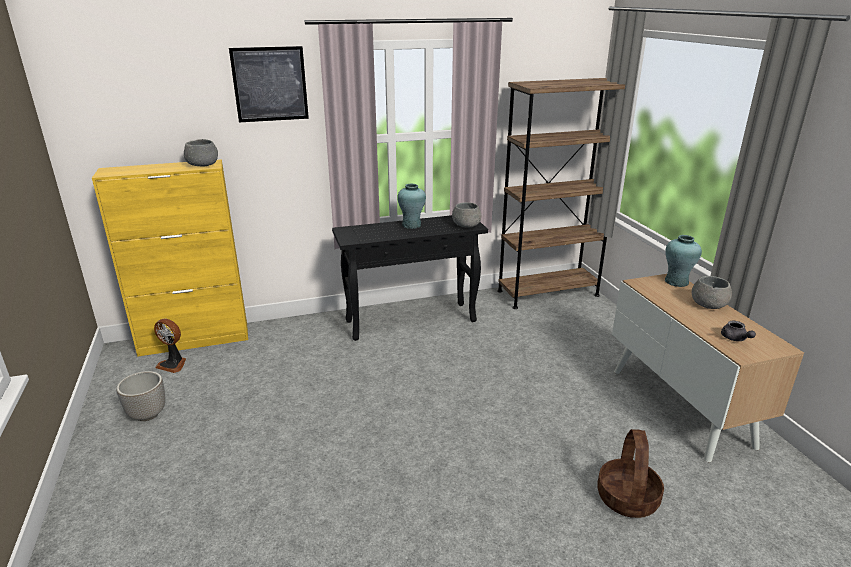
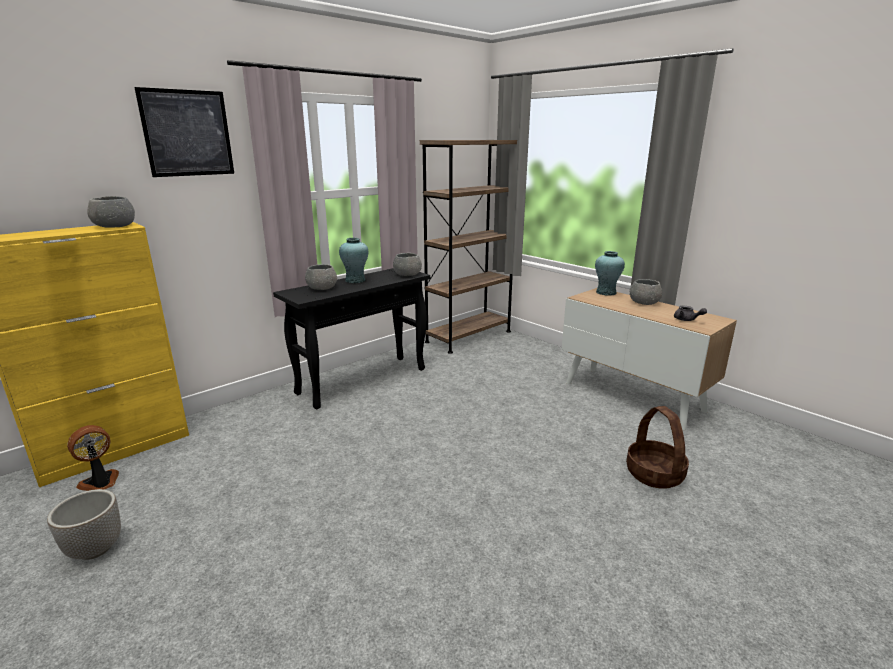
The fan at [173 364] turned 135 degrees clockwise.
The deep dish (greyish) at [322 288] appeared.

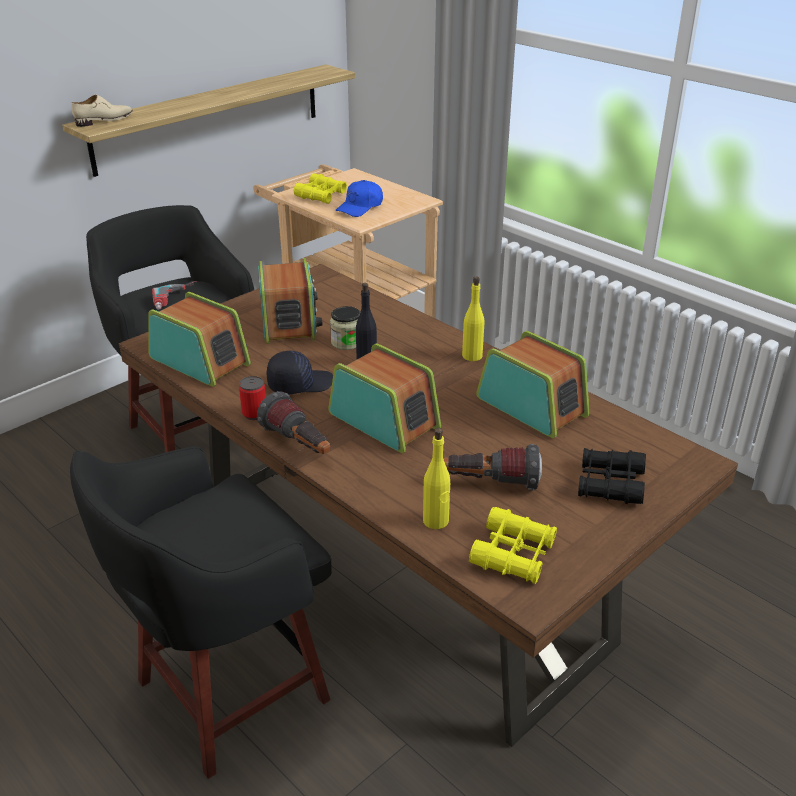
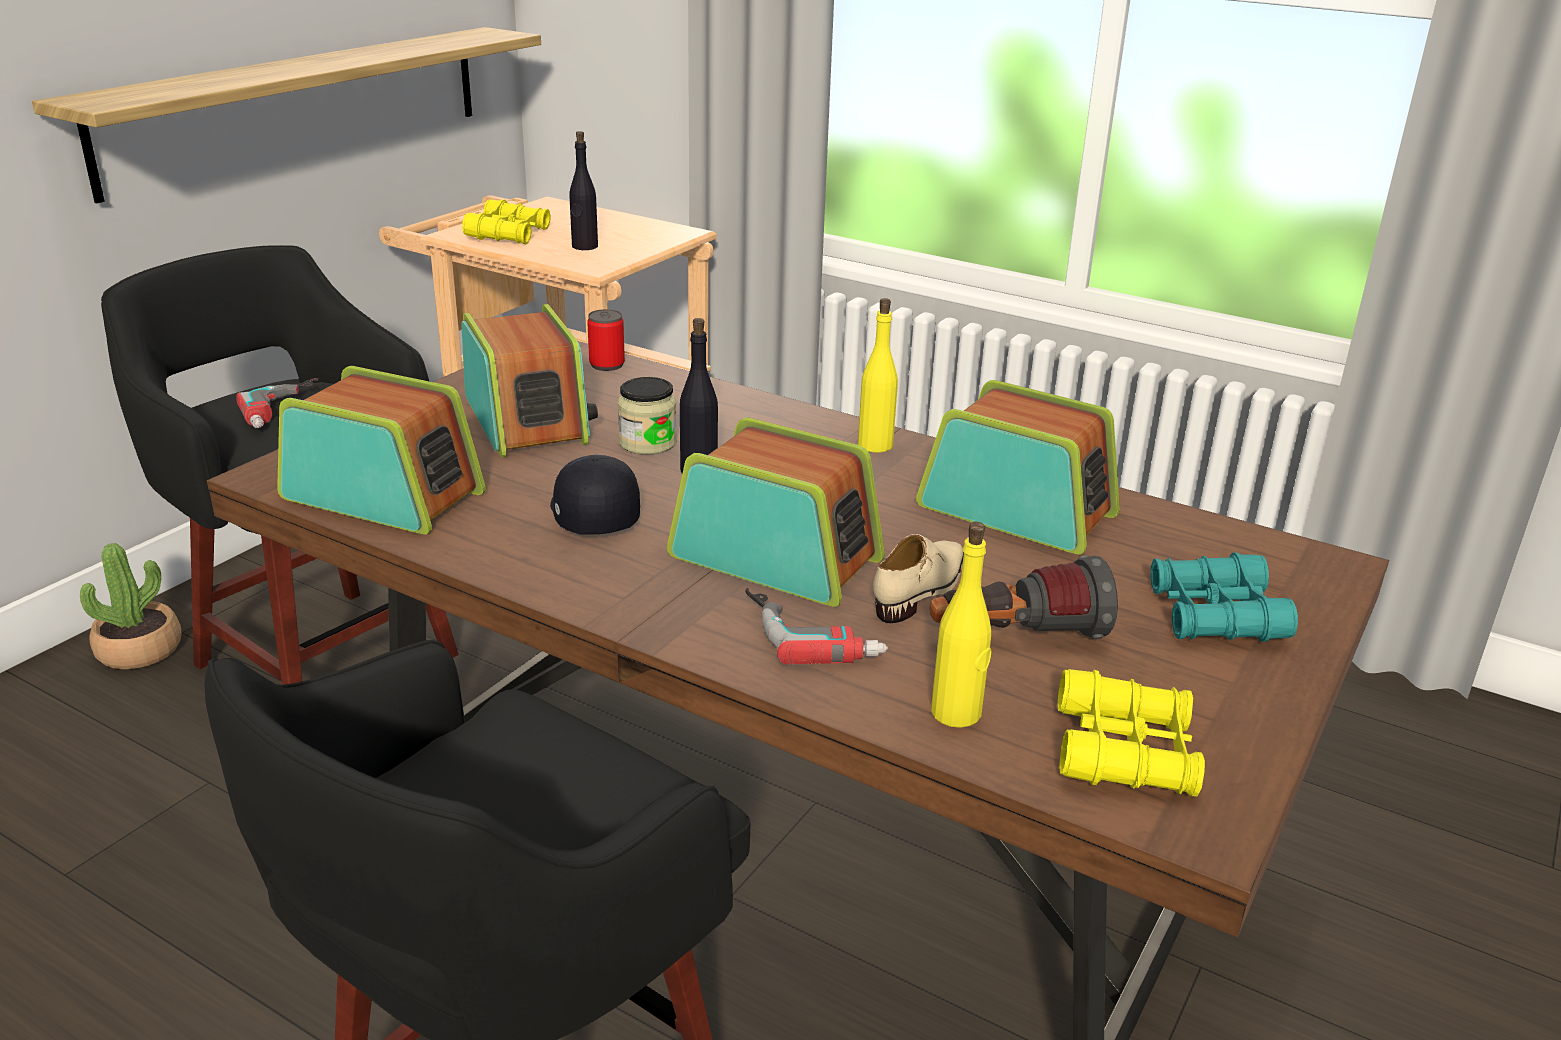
The shoe (beige) moved from [104 120] to [921 589].
The peaked cap (blue-coloured) at [360 207] was replaced by the bottle (black) at [584 246].
The peaked cap (black) at [300 383] turned 75 degrees counterclockwise.
The sealed can moved from [254 413] to [607 365].
The torch at [299 445] disappeared.
The binoculars (black) at [610 484] became the binoculars (turquoise) at [1215 614].
The houseplant at [139 650] appeared.
The power drill at [813 631] appeared.

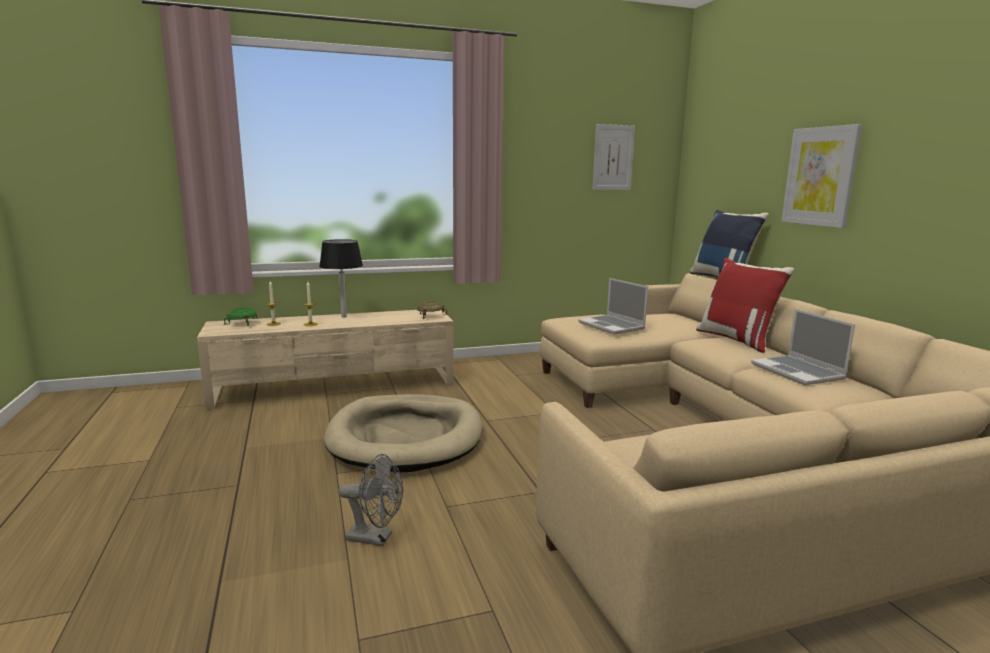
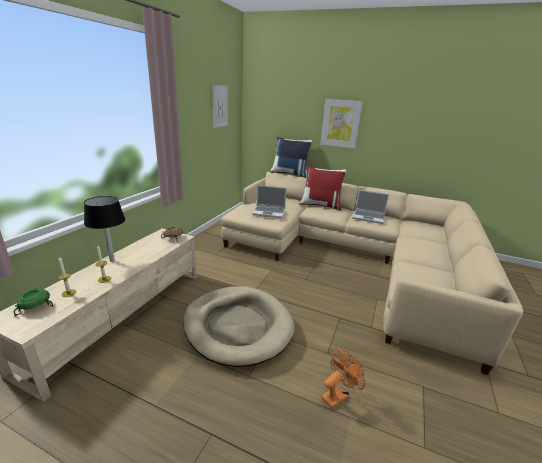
The fan (greyish) at [376 538] became the fan (orangey) at [337 395].

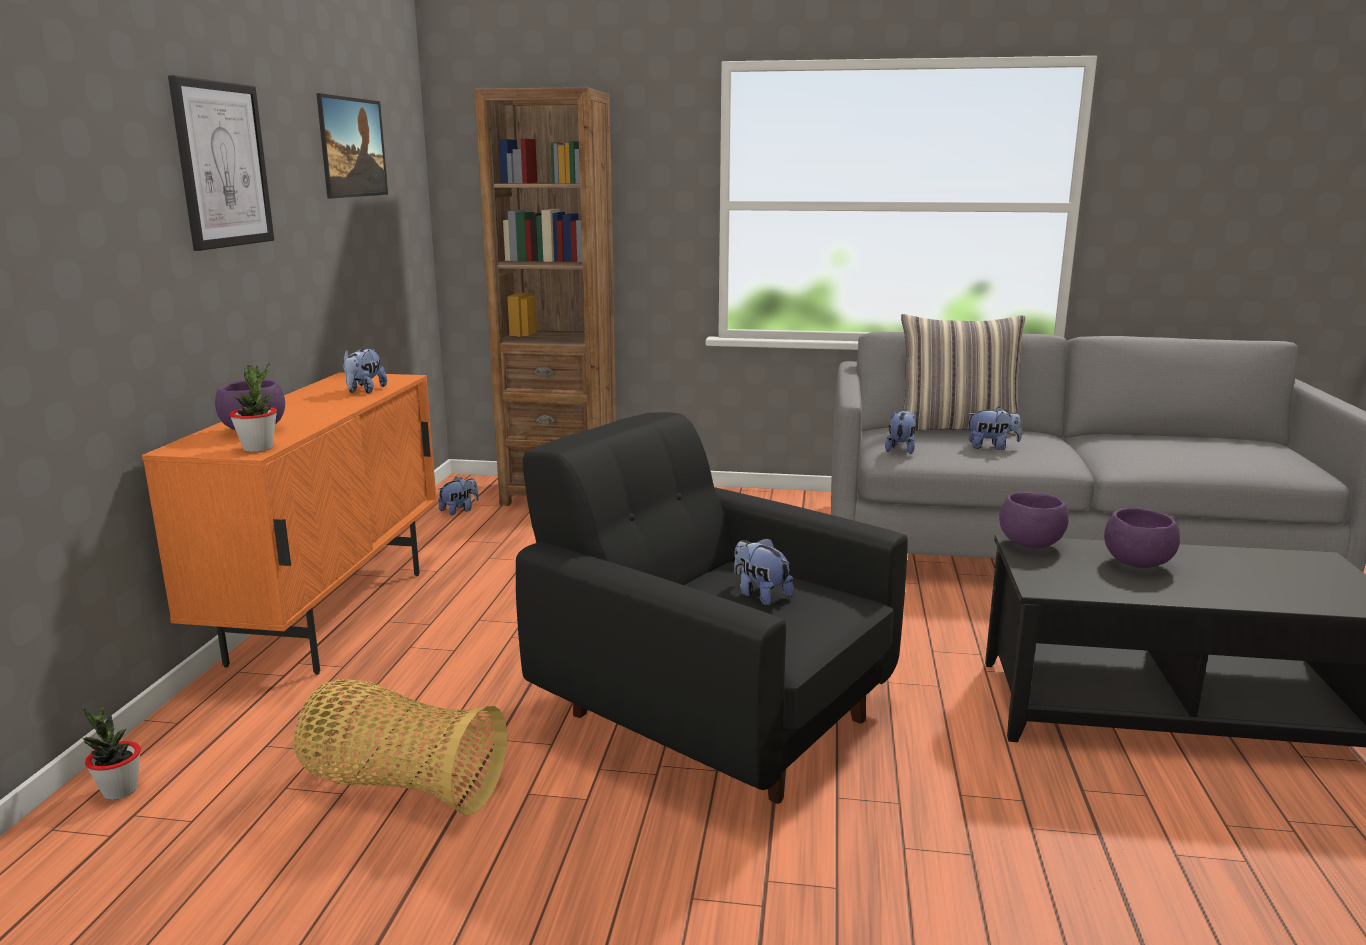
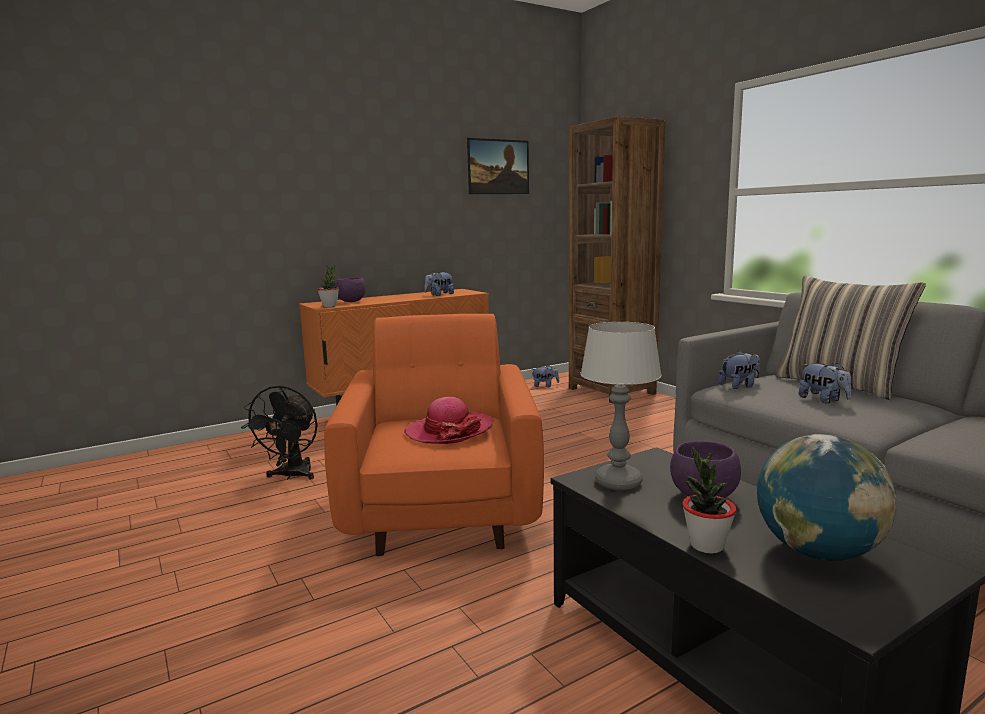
The picture at [222 165] disappeared.
The easy chair (black) at [710 713] became the easy chair (orangey) at [442 507].
The deep dish (purple-coloured) at [1031 545] disappeared.
The soft toy at [760 595] was replaced by the hat at [449 431].
The household basket at [401 785] was replaced by the fan (black) at [291 476].
The houseplant moved from [120 791] to [706 545].
The lamp for a table at [617 482] appeared.
The globe at [817 552] appeared.

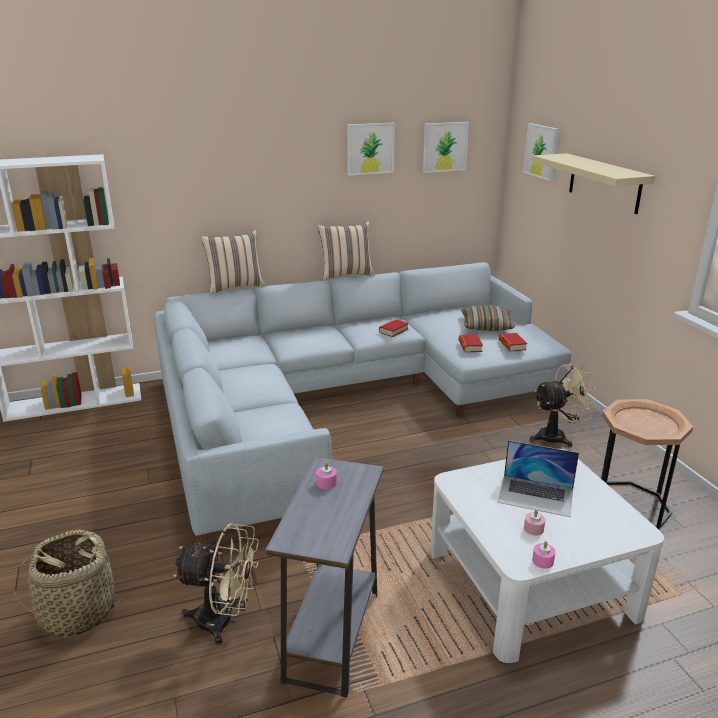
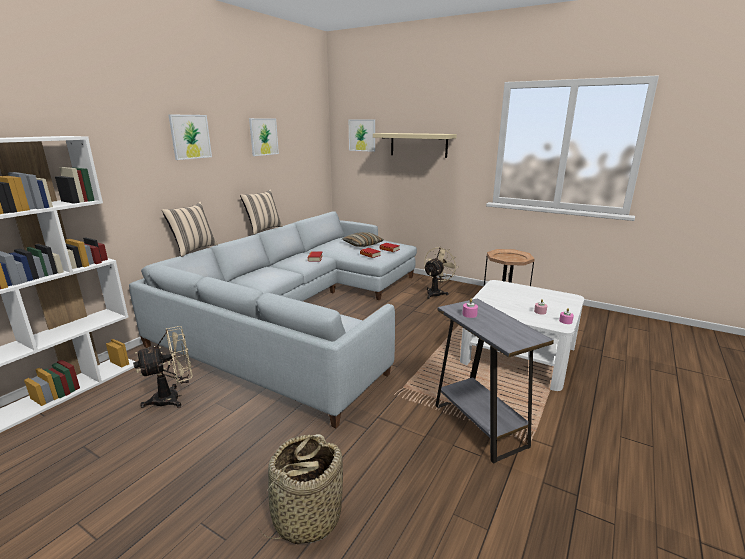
The picture moved from [444 147] to [190 136].
The portable computer at [536 495] disappeared.
The fan (beige) moved from [224 621] to [173 398].

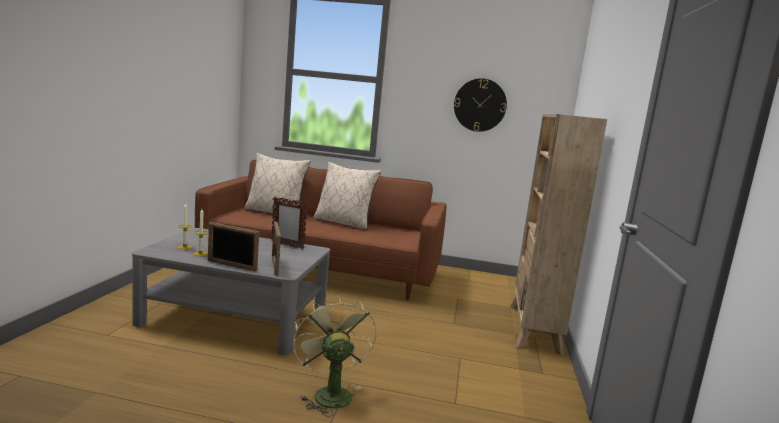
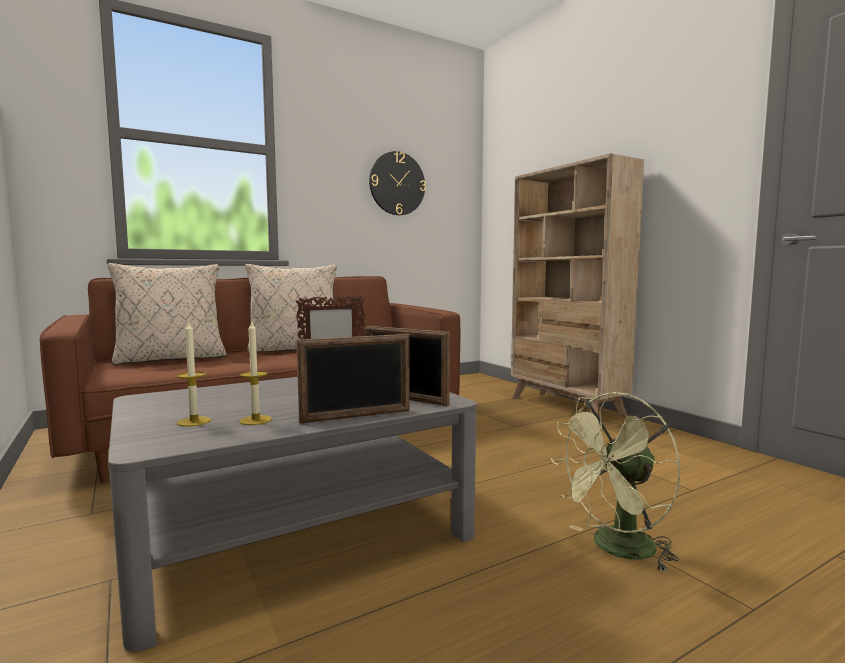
The fan (green) at [329 393] turned 60 degrees counterclockwise.

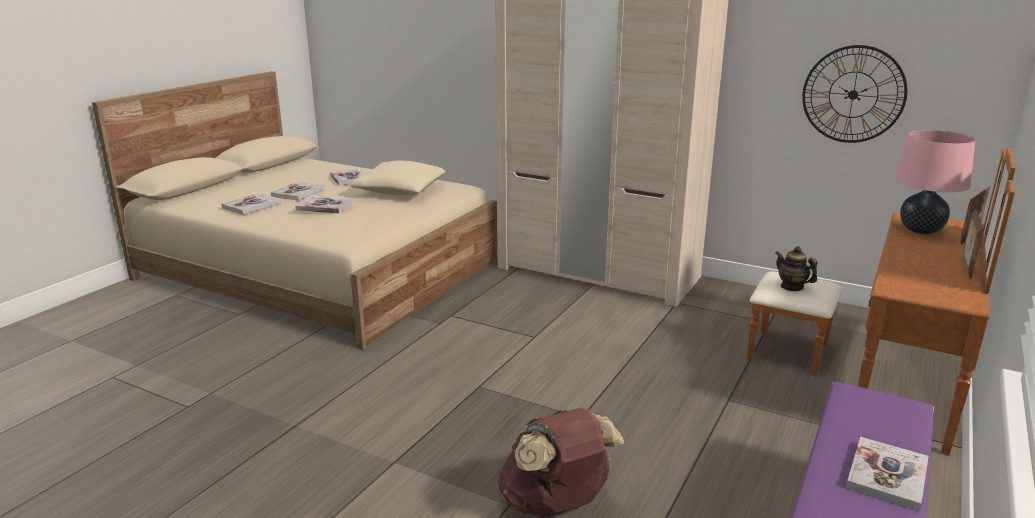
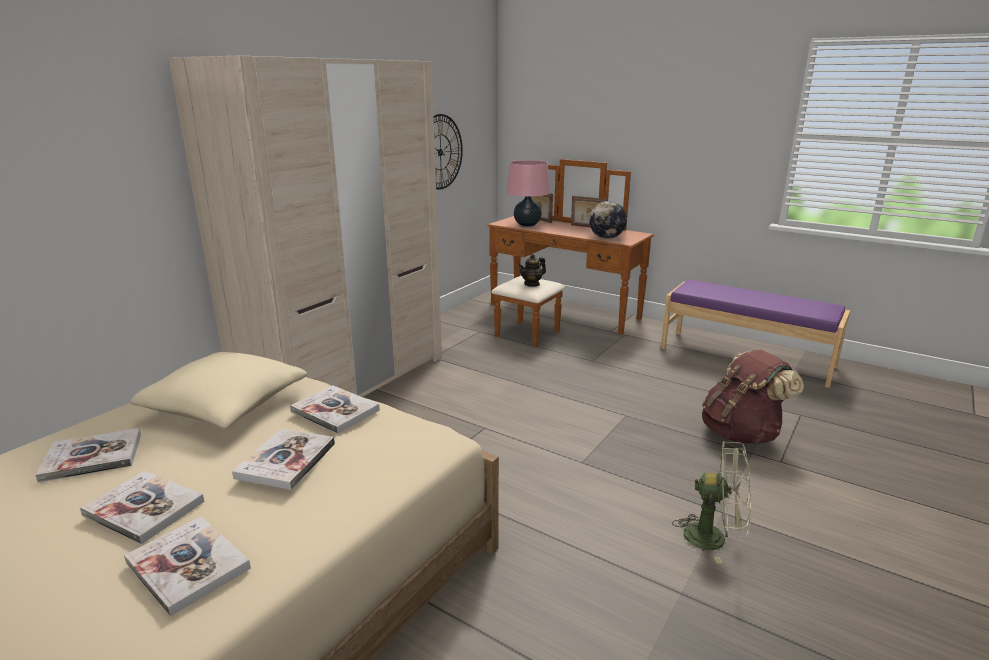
The volume moved from [887 475] to [335 411].
The globe at [606 238] appeared.
The fan (green) at [714 538] appeared.

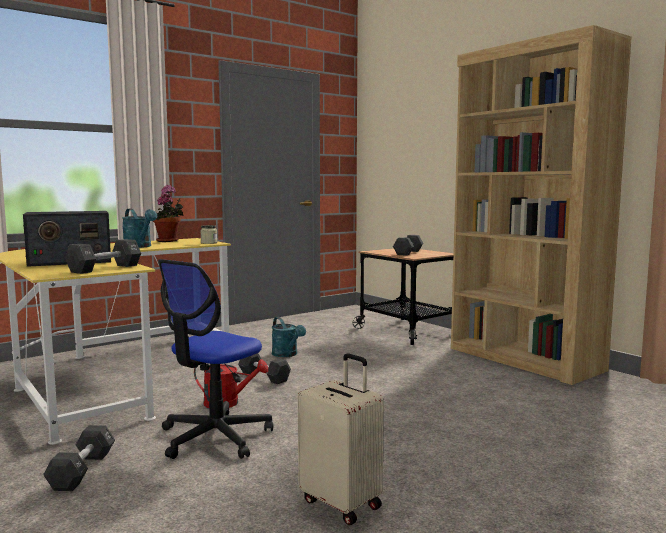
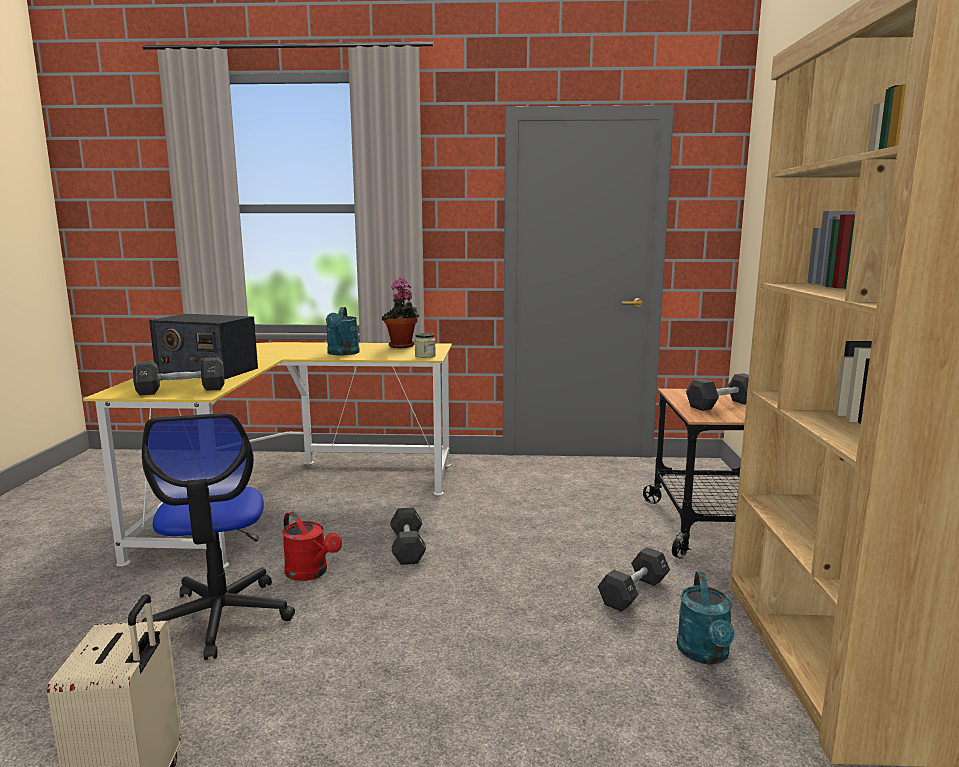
The desk chair at [215 437] turned 90 degrees counterclockwise.
The sprinkling can (turquoise) moved from [287 354] to [705 655].
The free weight (black) moved from [82 471] to [633 592].

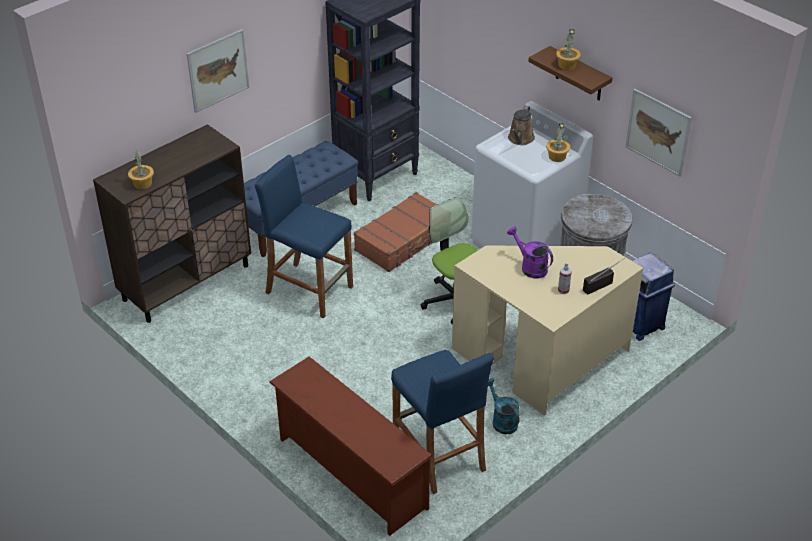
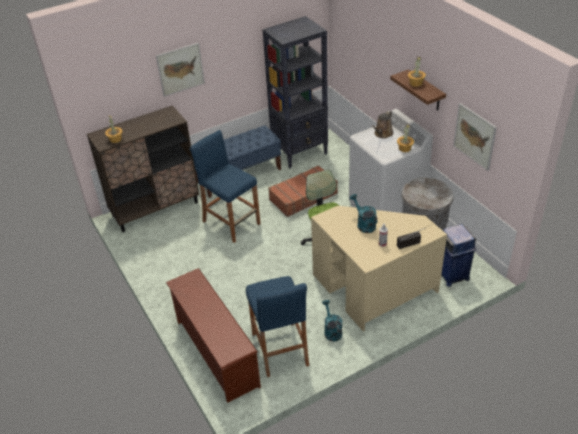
The sprinkling can (purple-coloured) at [530 267] became the sprinkling can (turquoise) at [364 224].

